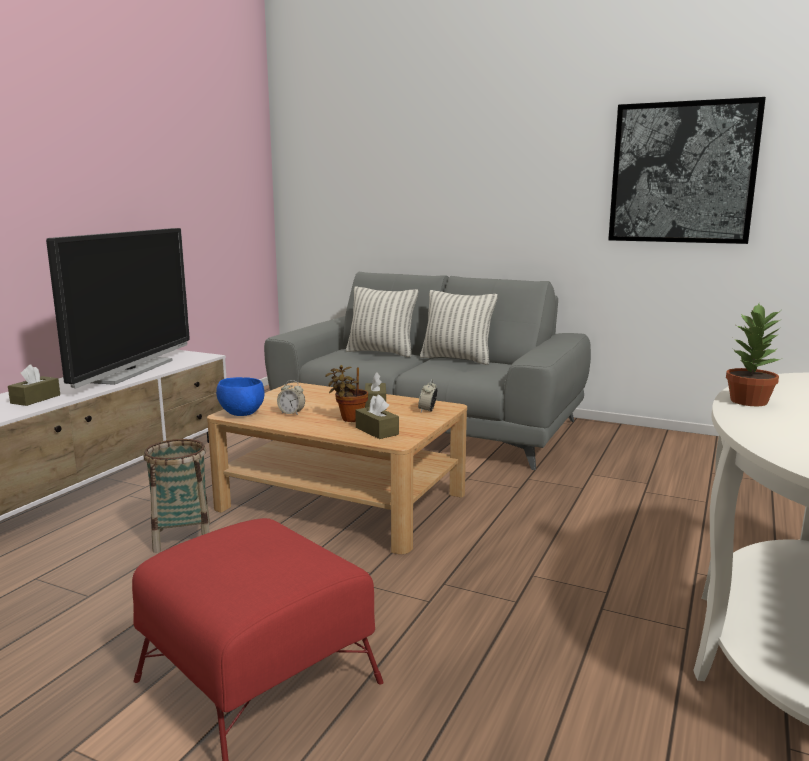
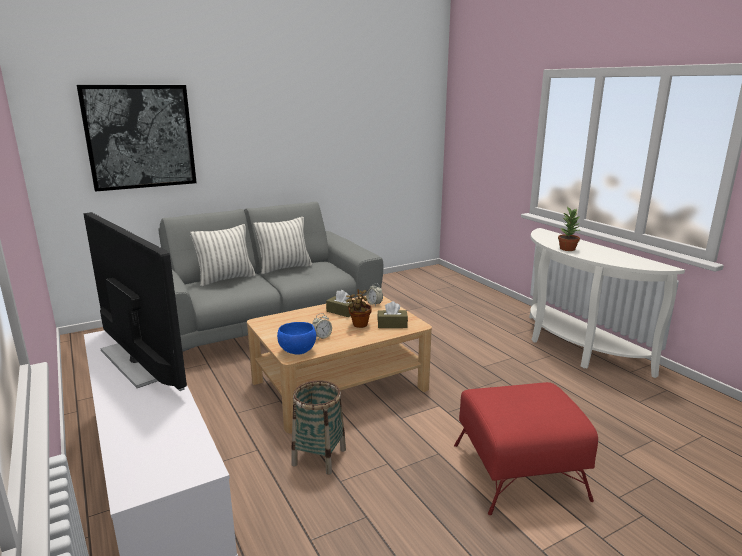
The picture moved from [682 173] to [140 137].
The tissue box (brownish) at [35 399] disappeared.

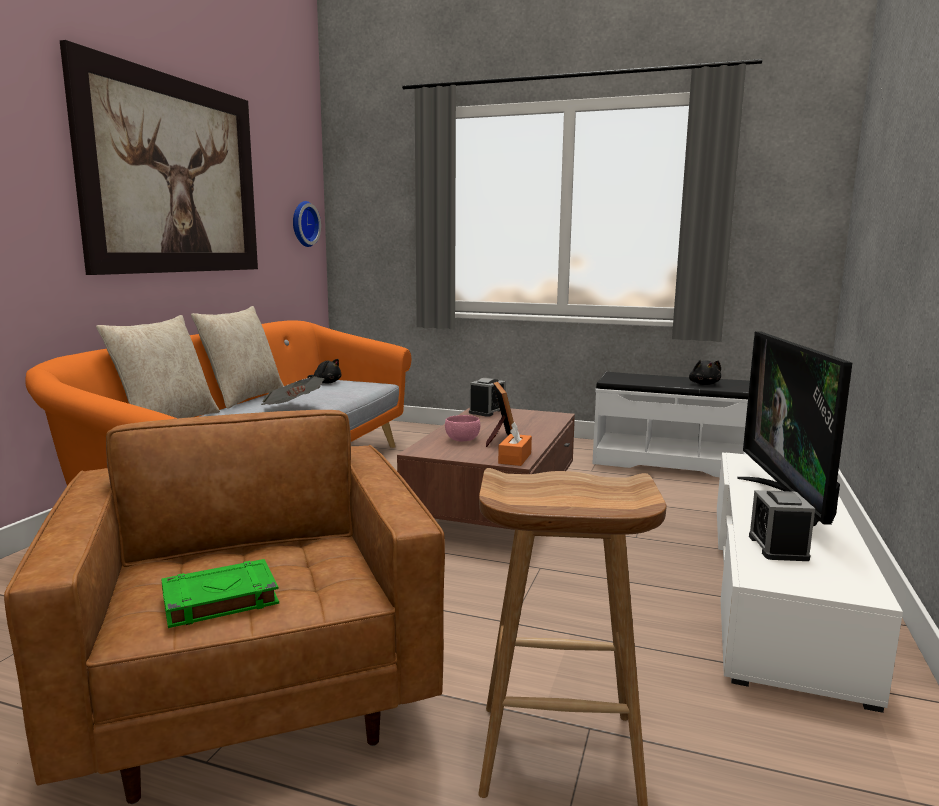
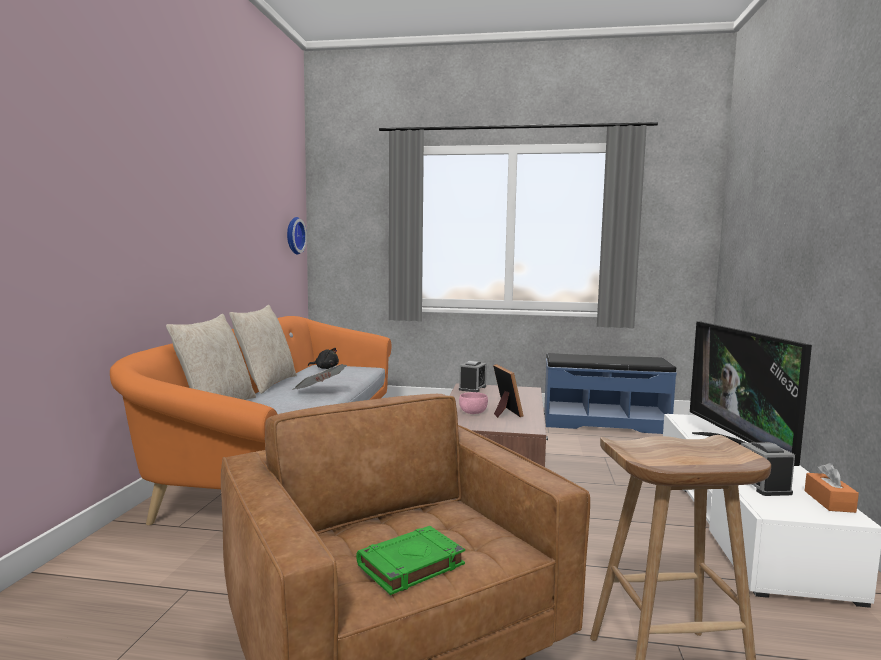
The picture at [174 176] disappeared.
The soft toy (black) at [704 384] disappeared.
The indoor bench (white) at [672 462] became the indoor bench (blue-coloured) at [603 422].
The tissue box (orangey) moved from [515 458] to [829 501].

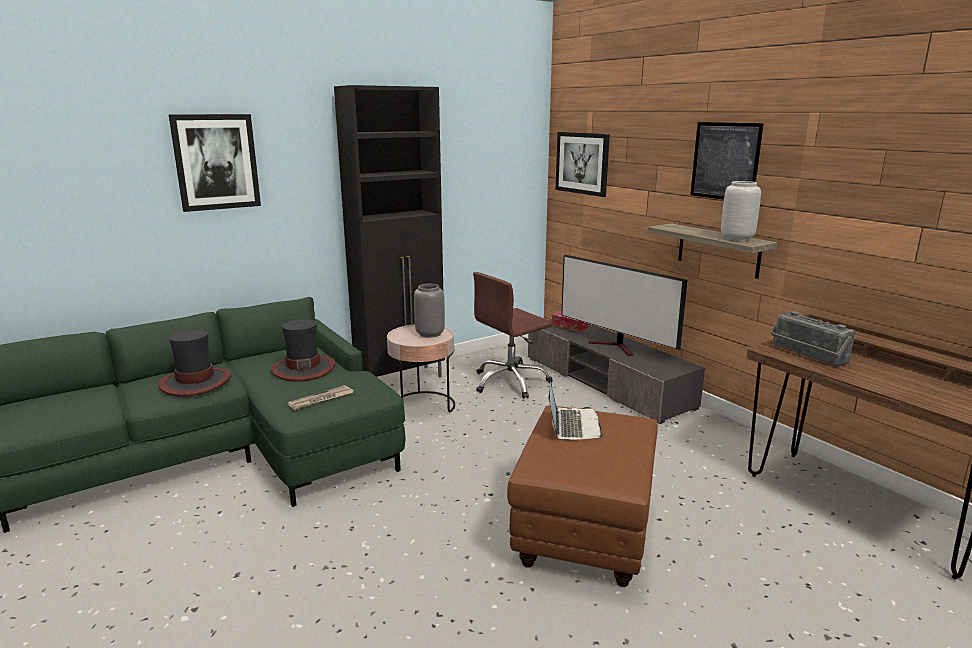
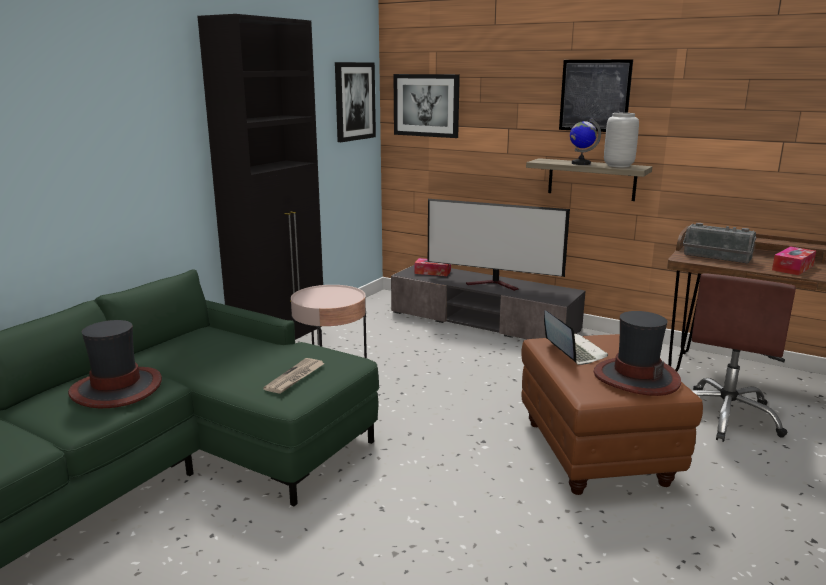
The picture moved from [216 162] to [354 101].
The desk chair (brownish) moved from [511 382] to [725 416].
The vase (greyish) at [430 334] disappeared.
The hat moved from [303 369] to [635 377].
The globe at [580 163] appeared.
The tissue box at [792 268] appeared.

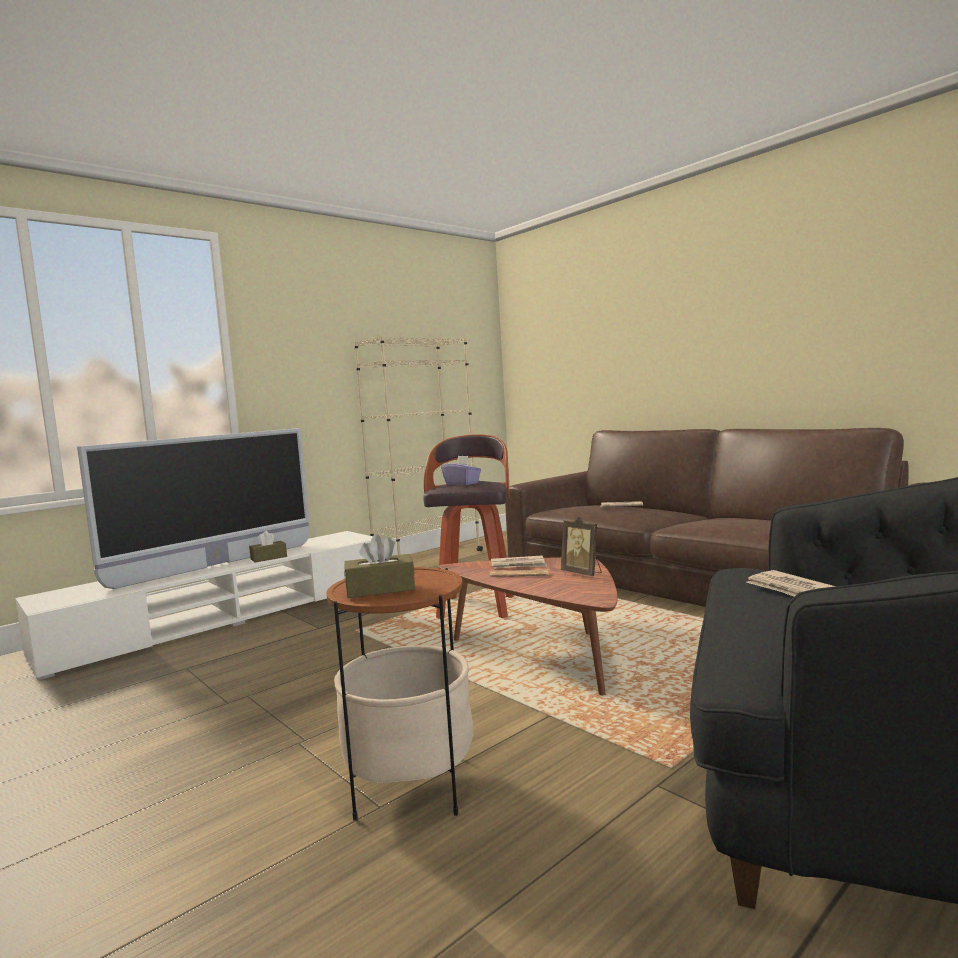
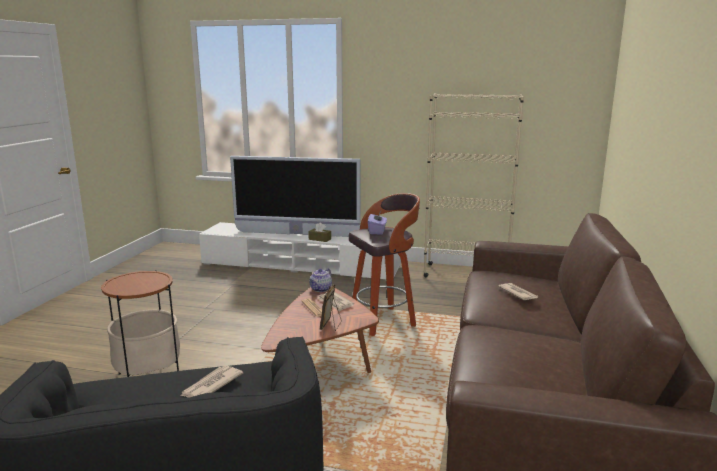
The tissue box (brownish) at [380 589] disappeared.
The teapot at [320 289] appeared.

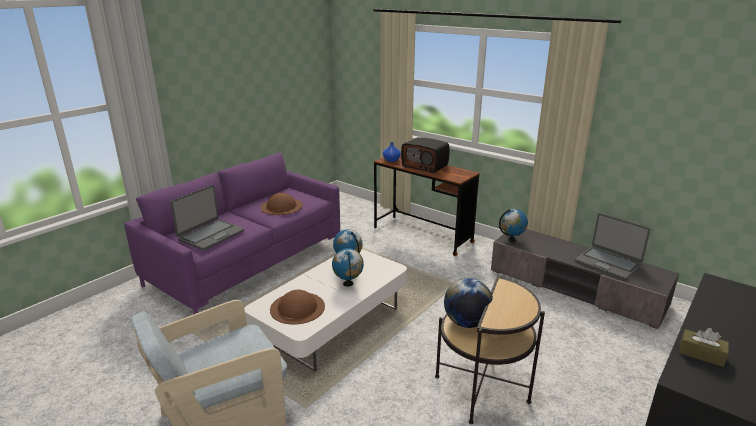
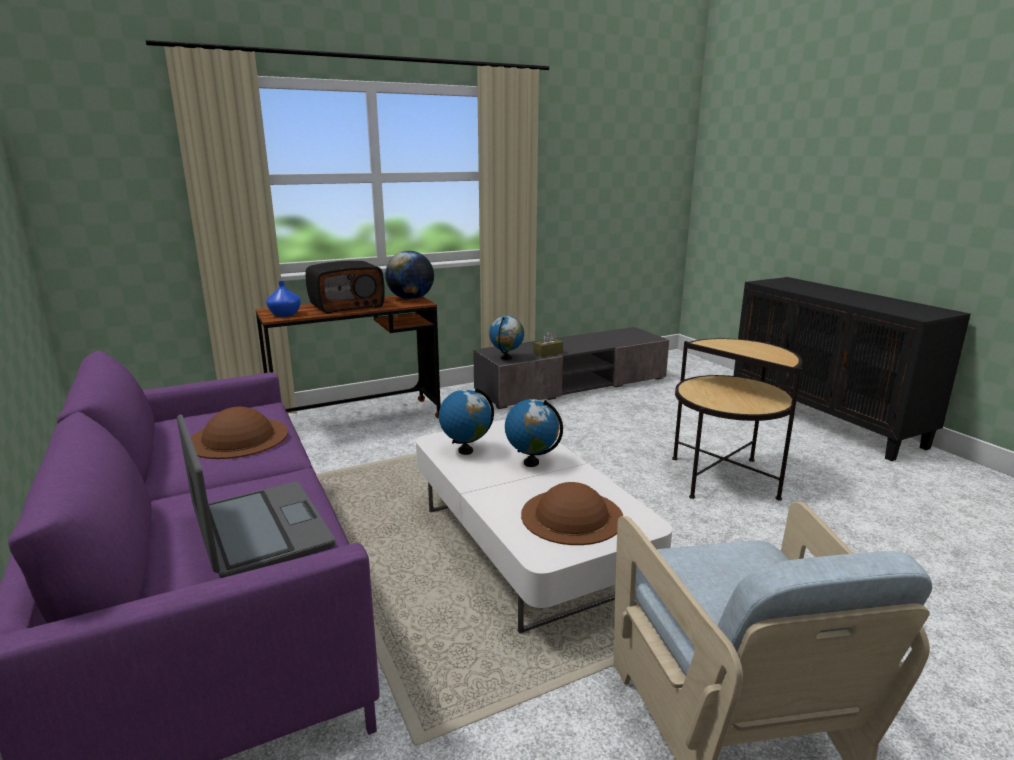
The portable computer at [608 263] disappeared.
The globe moved from [466 323] to [411 299].
The tissue box (brownish) moved from [701 354] to [548 353].

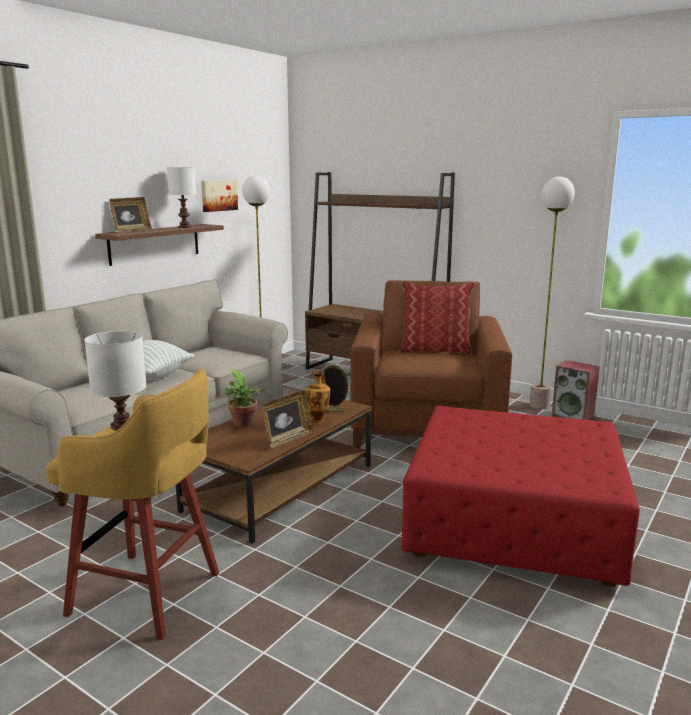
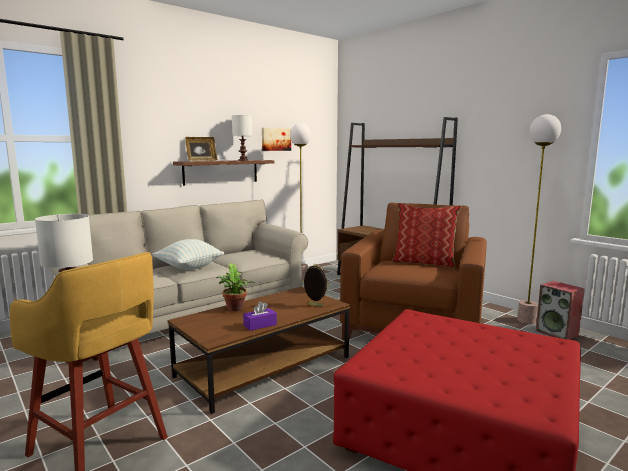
The vase at [318 421] disappeared.
The picture frame at [287 439] was replaced by the tissue box (purple-coloured) at [260 325].

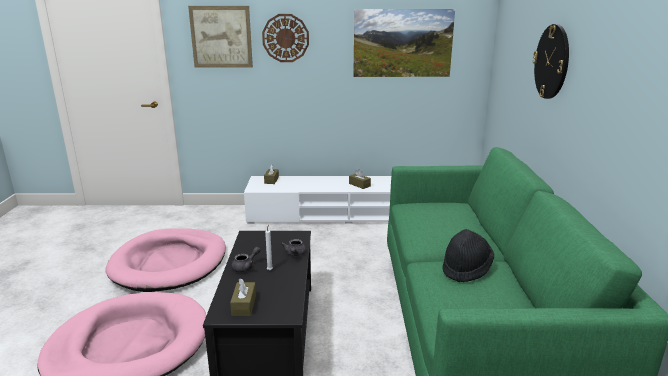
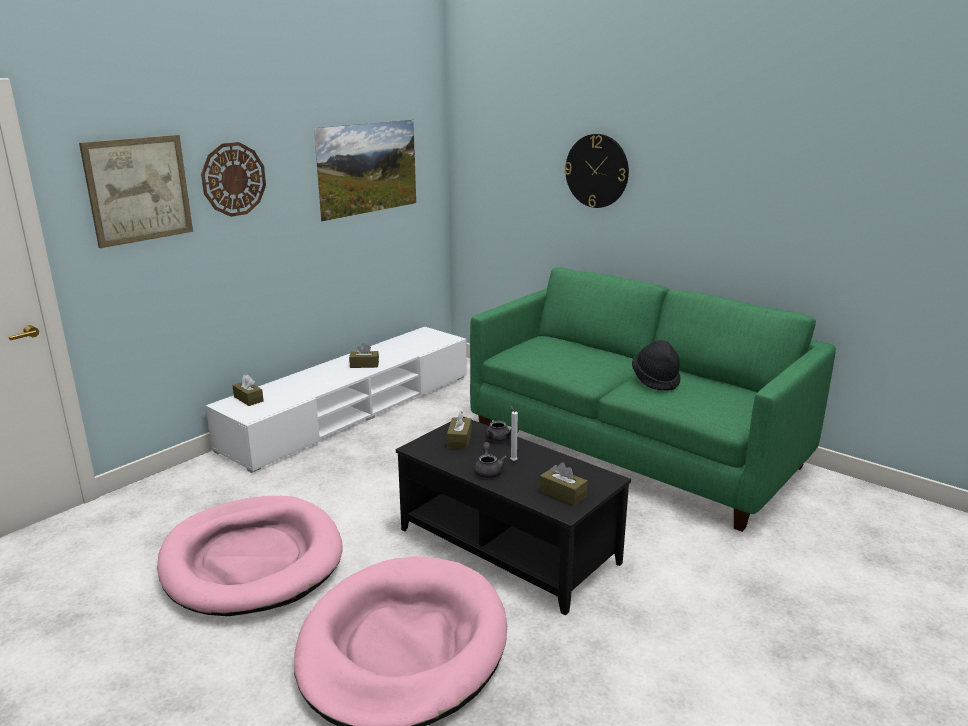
The tissue box (brownish) at [459 440] appeared.

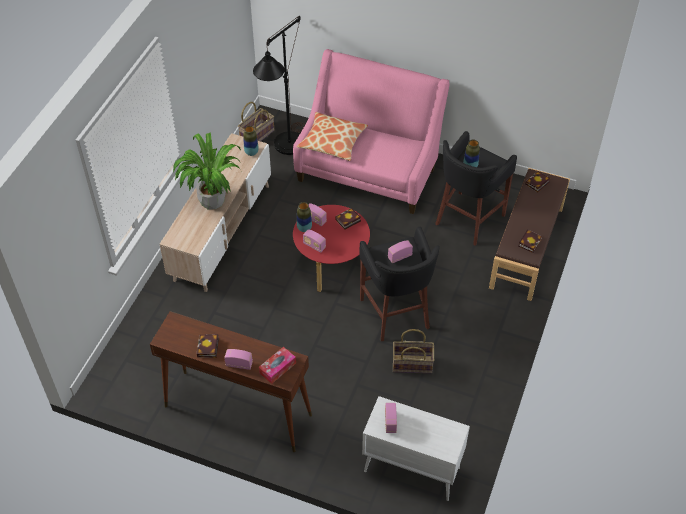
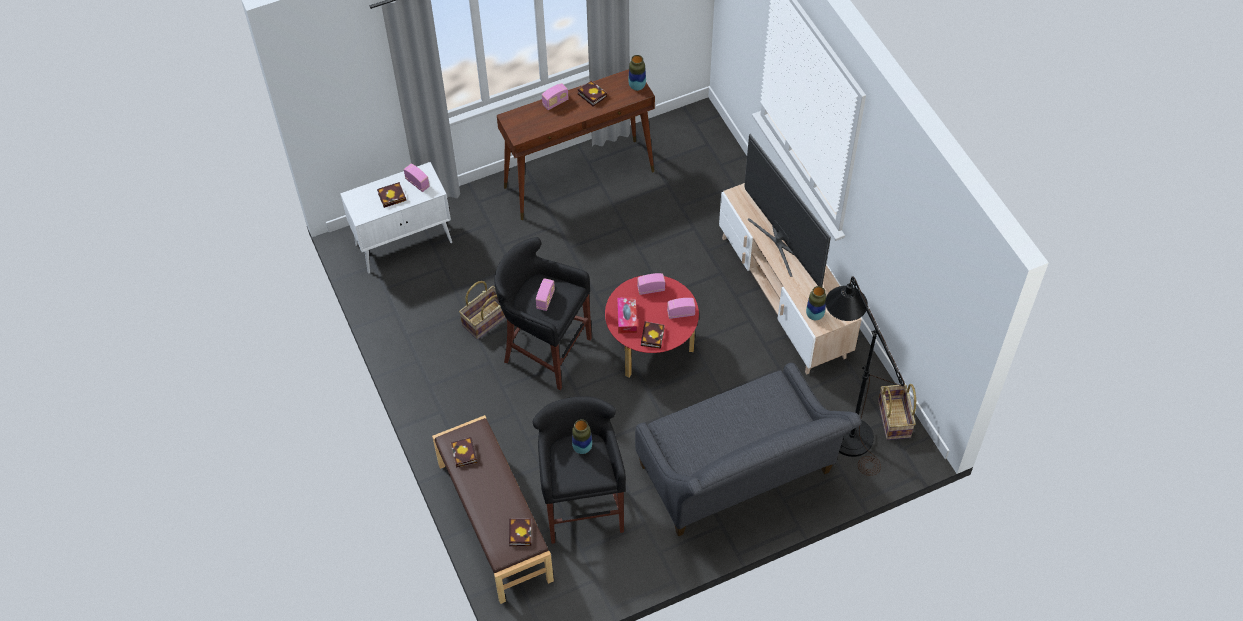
The sofa (pink-coloured) at [369 170] became the sofa (greyish) at [739 477].
The throw pillow at [332 142] disappeared.
The houseplant at [212 200] was replaced by the TV at [780 242].
The vase moved from [304 228] to [637 86].
The tissue box moved from [277 368] to [627 318].
The volume at [393 196] appeared.

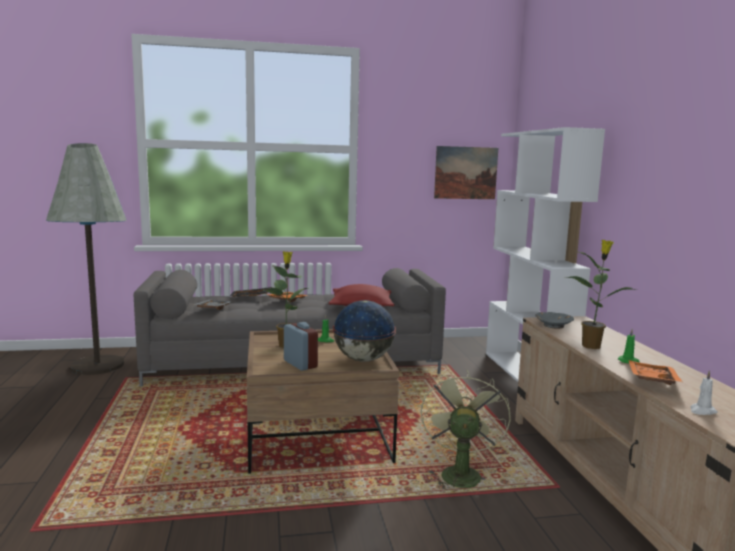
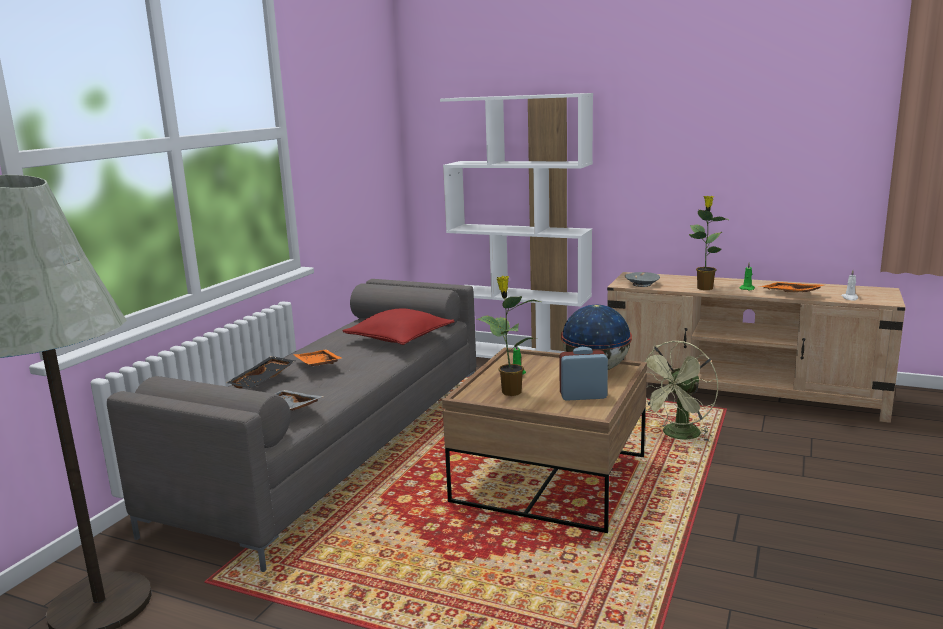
The picture at [466 173] disappeared.
The fan (green) at [459 472] turned 90 degrees counterclockwise.

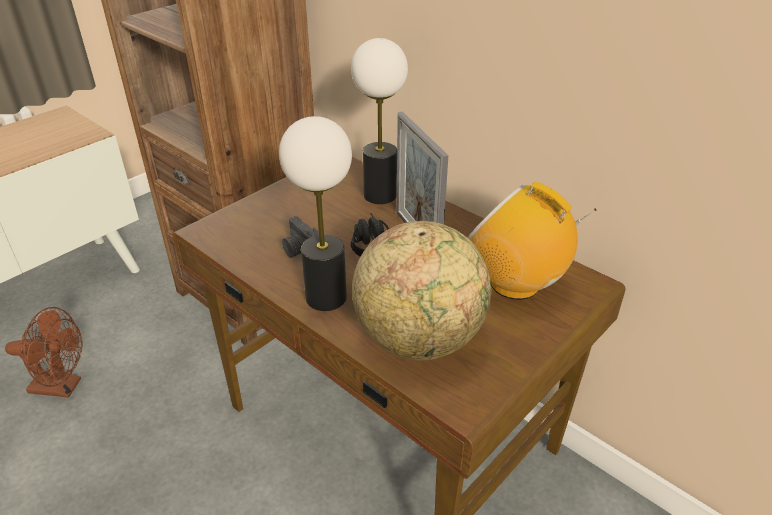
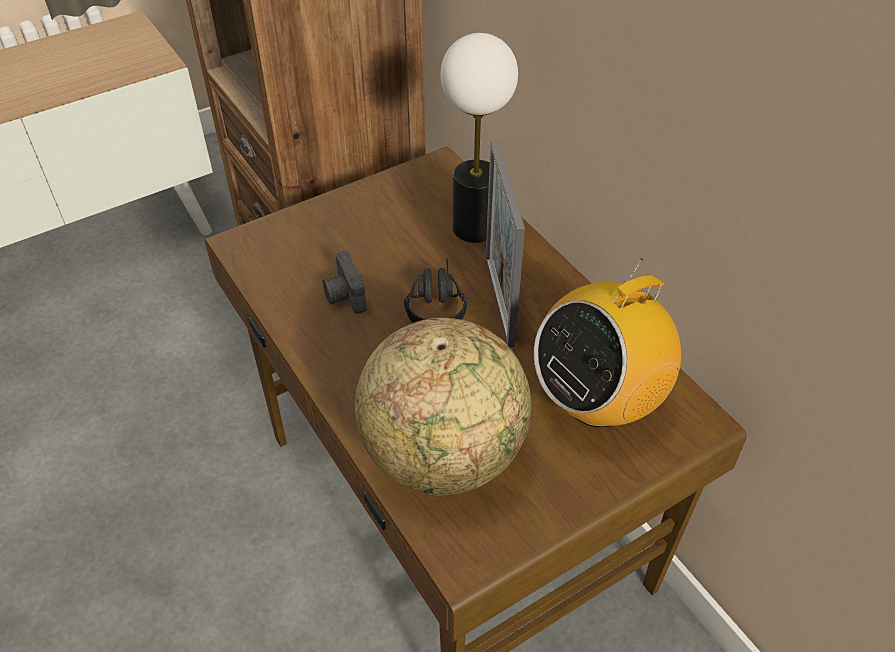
The lamp for a table at [325 297] disappeared.
The radio receiver at [515 284] turned 90 degrees counterclockwise.
The fan (brownish) at [63 386] disappeared.

